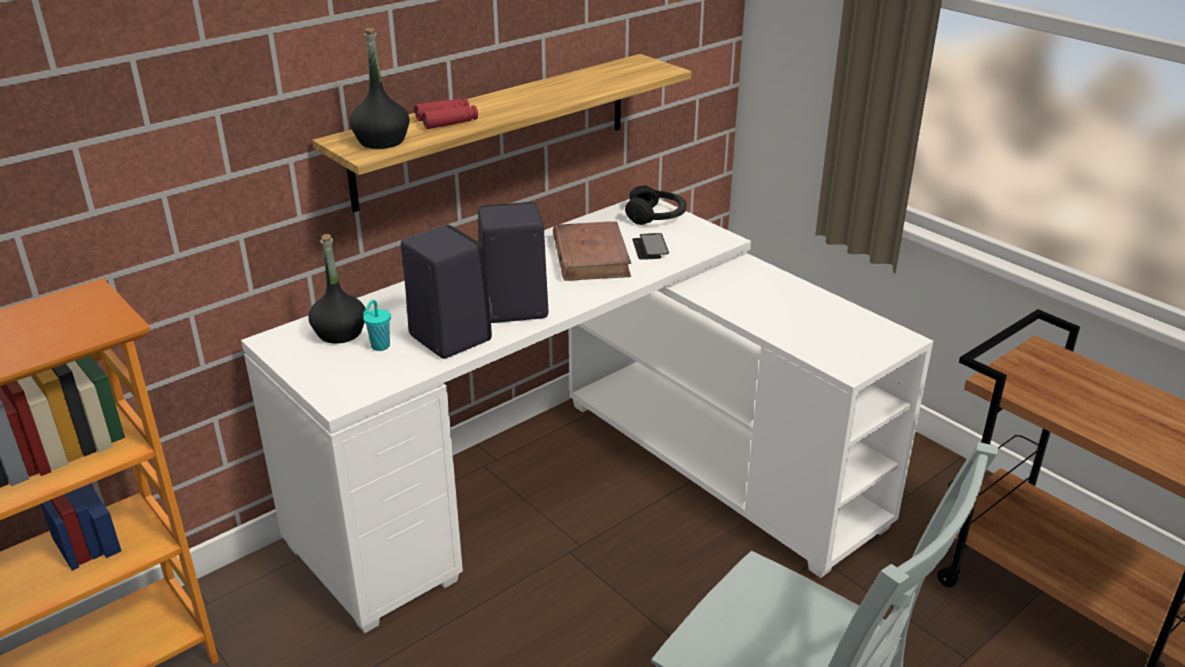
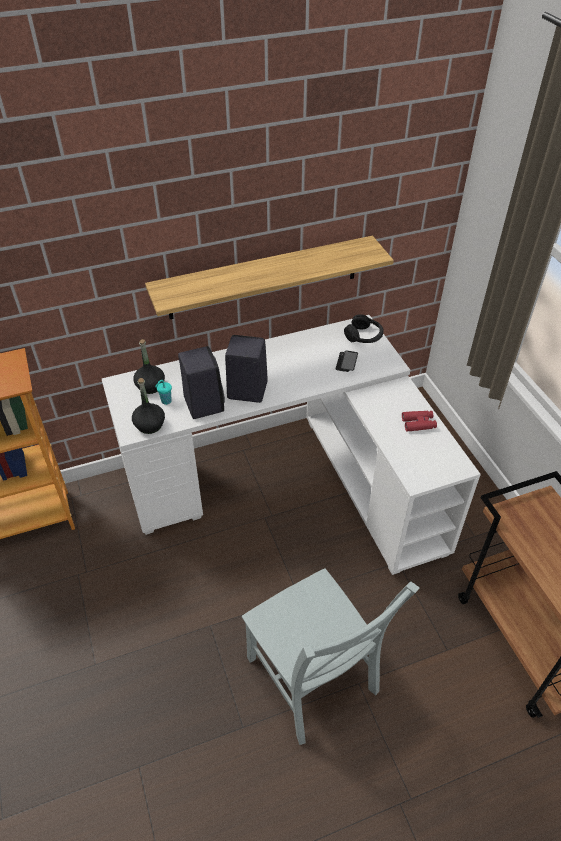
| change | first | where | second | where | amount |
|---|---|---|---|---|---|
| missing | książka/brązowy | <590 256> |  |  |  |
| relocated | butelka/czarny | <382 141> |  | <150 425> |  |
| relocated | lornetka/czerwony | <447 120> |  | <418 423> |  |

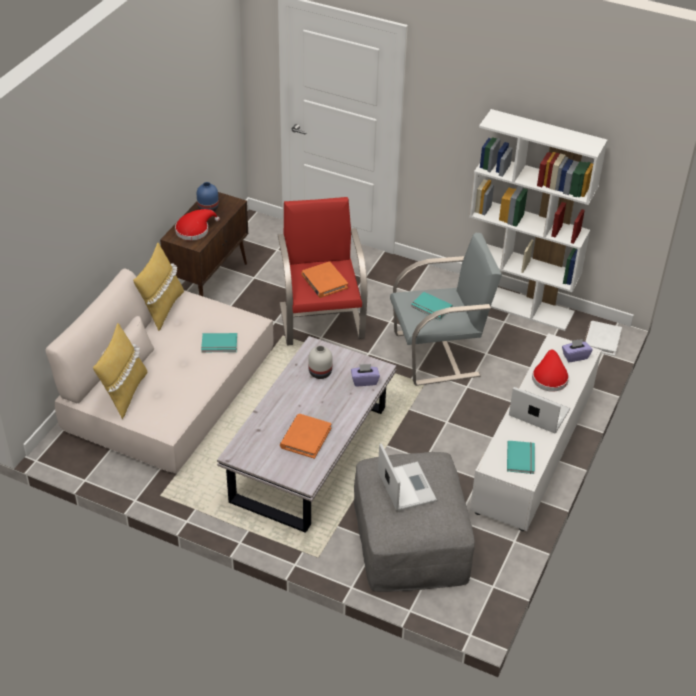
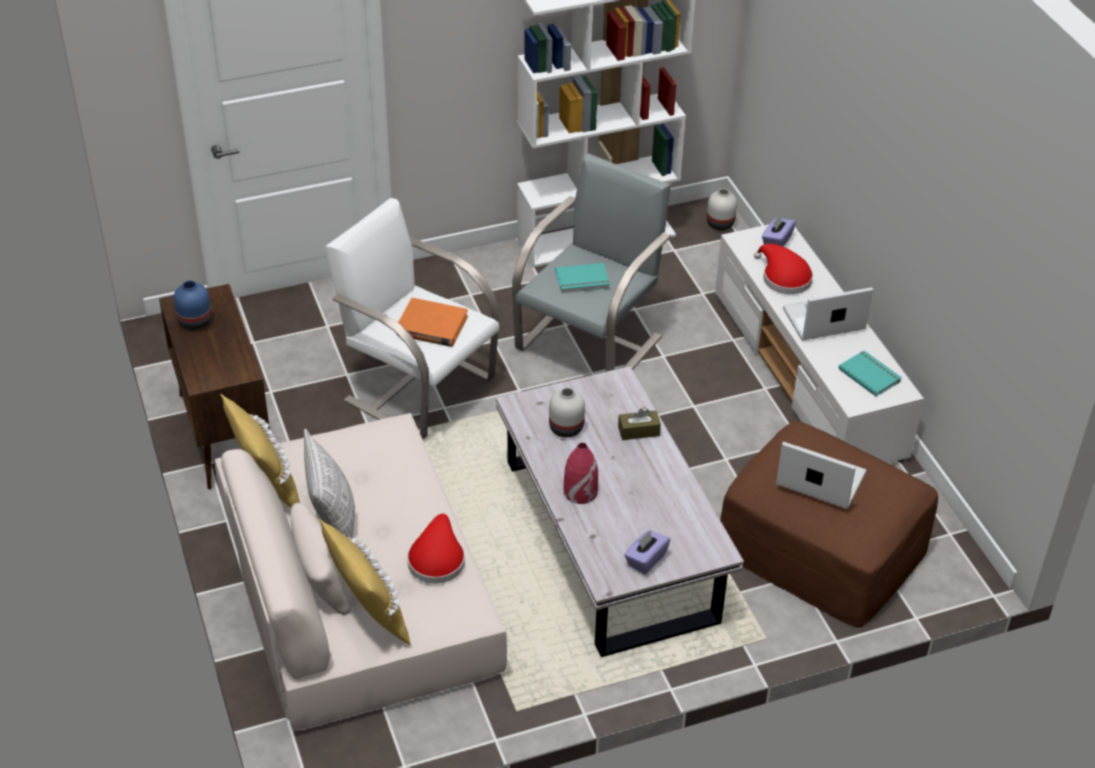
| change | first | where | second | where | amount |
|---|---|---|---|---|---|
| missing | książka/turkusowy | <219 344> |  |  |  |
| missing | książka/pomarańczowy | <305 437> |  |  |  |
| appeared |  |  | poduszka | <333 520> |  |
| appeared |  |  | wazon/czerwony | <580 491> |  |
| appeared |  |  | pudełko chusteczek/brązowy | <638 431> |  |
| relocated | kapelusz/czerwony | <194 230> |  | <437 558> |  |
| relocated | pudełko chusteczek/fioletowy | <364 381> |  | <646 560> |  |
| exchanged | książka/biały | <601 340> | wazon/biały | <720 223> |  |
| colour | fotel/czerwony | <321 320> | fotel/biały | <418 388> |  |
| colour | pufa/szary | <409 539> | pufa/brązowy | <820 549> |  |

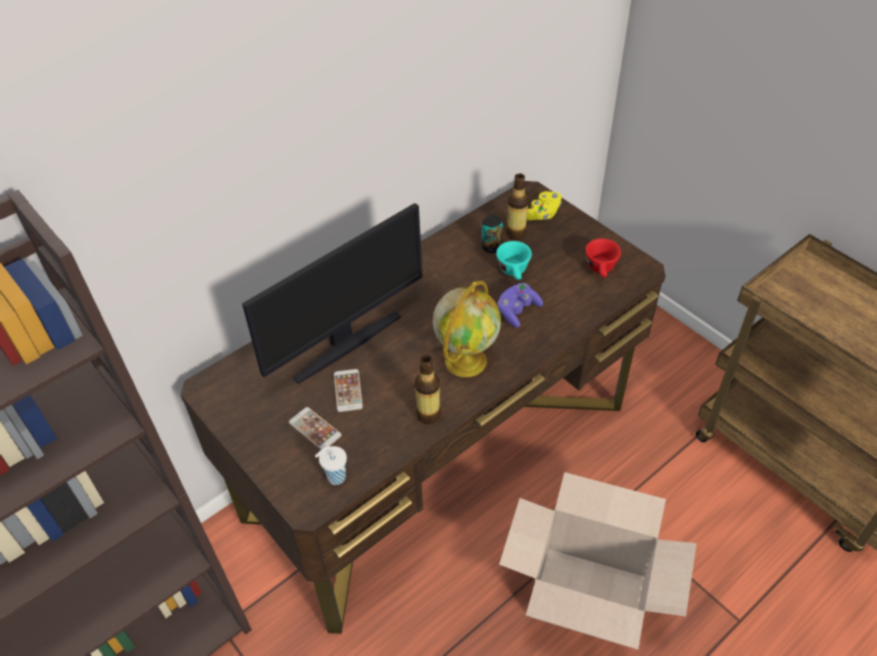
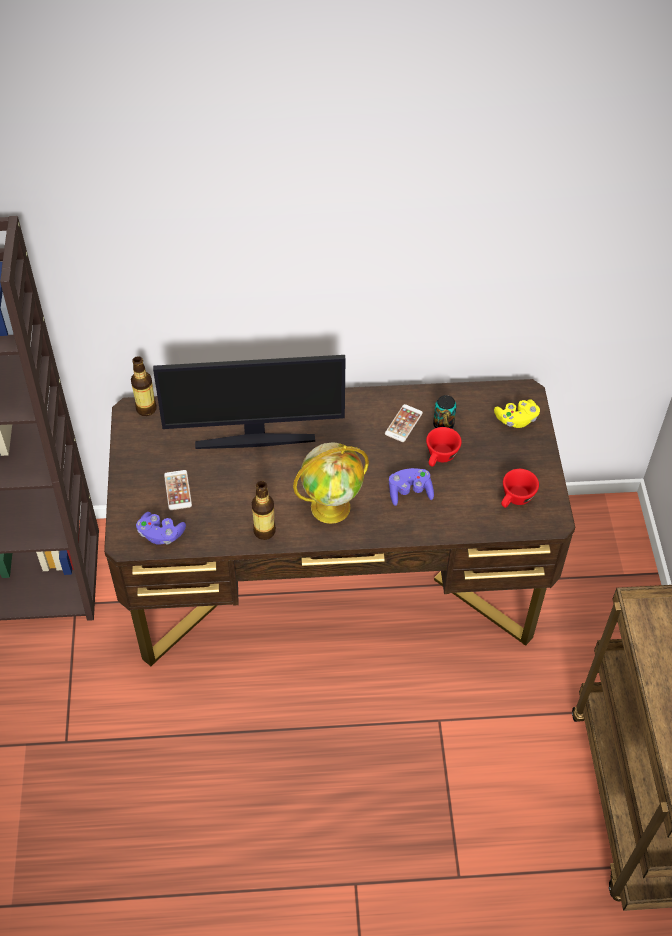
| change | first | where | second | where | amount |
|---|---|---|---|---|---|
| missing | karton | <588 595> |  |  |  |
| relocated | telefon | <348 390> |  | <403 423> |  |
| relocated | butelka | <516 233> |  | <146 409> |  |
| exchanged | filiżanka/biały | <335 477> | pad do gier/fioletowy | <160 534> |  |
| colour | filiżanka/turkusowy | <514 272> | filiżanka/czerwony | <440 458> |  |

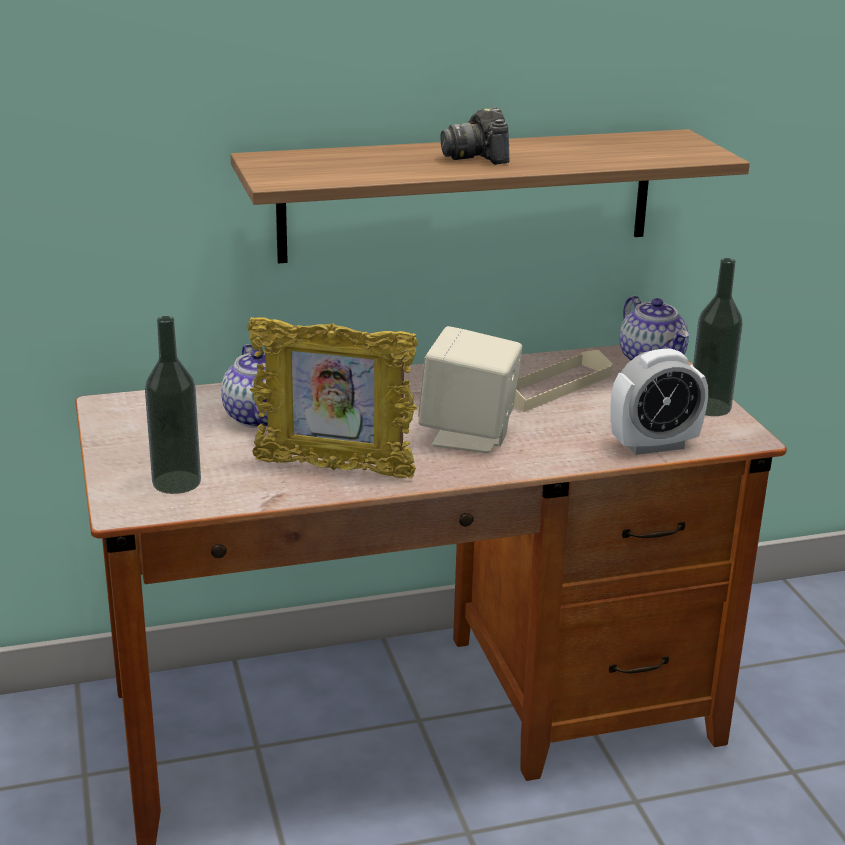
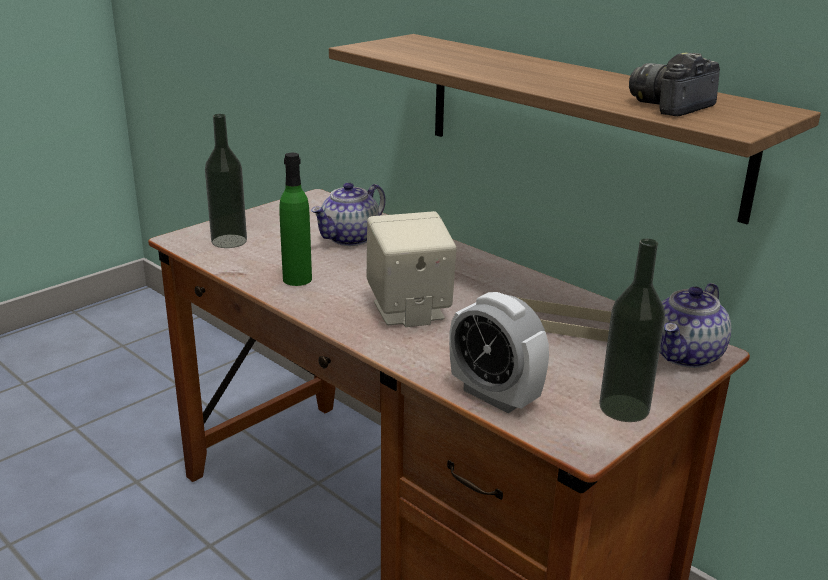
| change | first | where | second | where | amount |
|---|---|---|---|---|---|
| relocated | aparat fotograficzny | <477 157> |  | <672 106> |  |
| exchanged | ramka na zdjęcie | <334 469> | butelka/zielony | <297 279> |  |

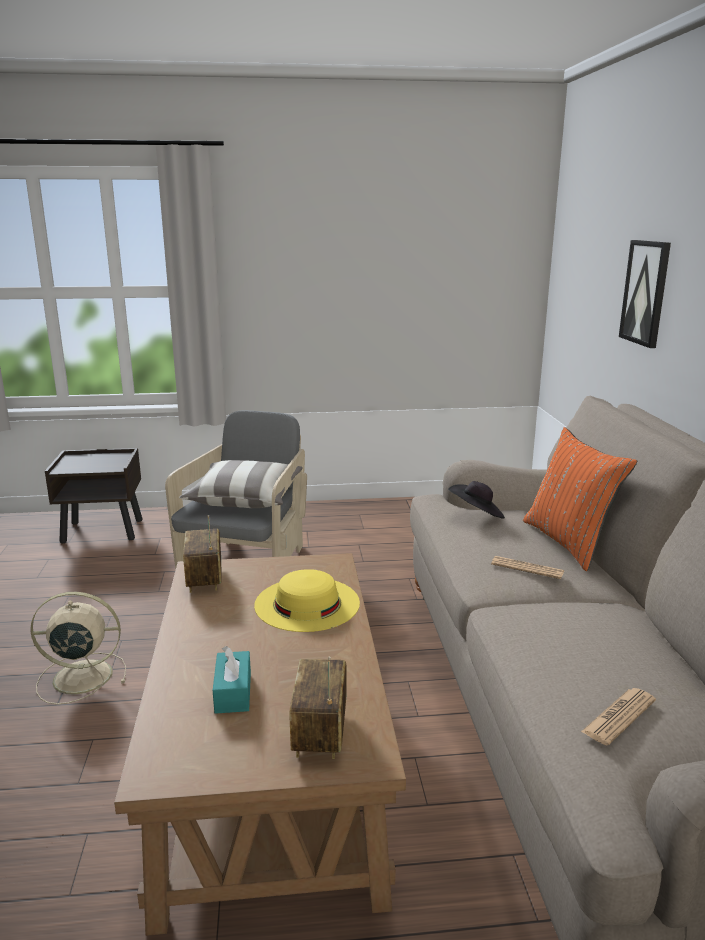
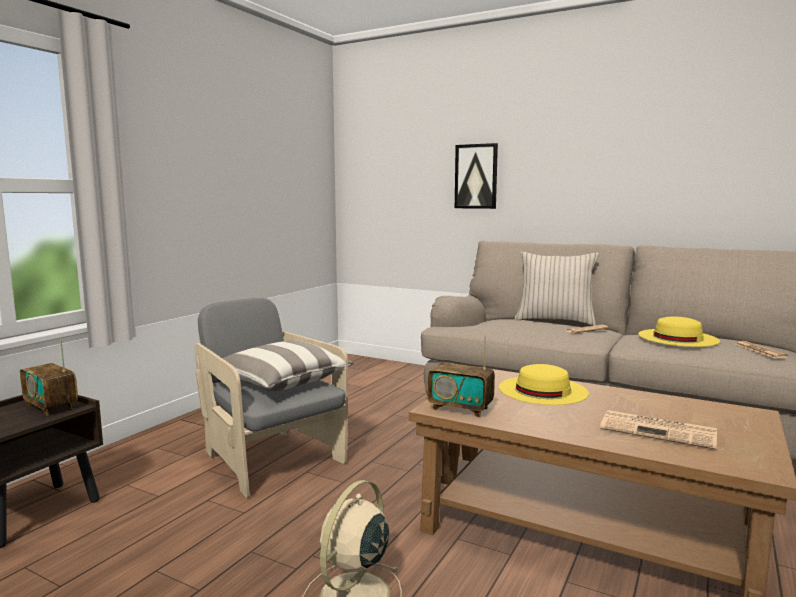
| change | first | where | second | where | amount |
|---|---|---|---|---|---|
| missing | kapelusz/czarny | <476 515> |  |  |  |
| appeared |  |  | kapelusz/żółty | <677 337> |  |
| relocated | radio | <320 733> |  | <51 406> |  |
| exchanged | pudełko chusteczek/turkusowy | <233 692> | gazeta | <659 430> |  |
| colour | poduszka/pomarańczowy | <569 542> | poduszka/beżowy | <554 321> |  |

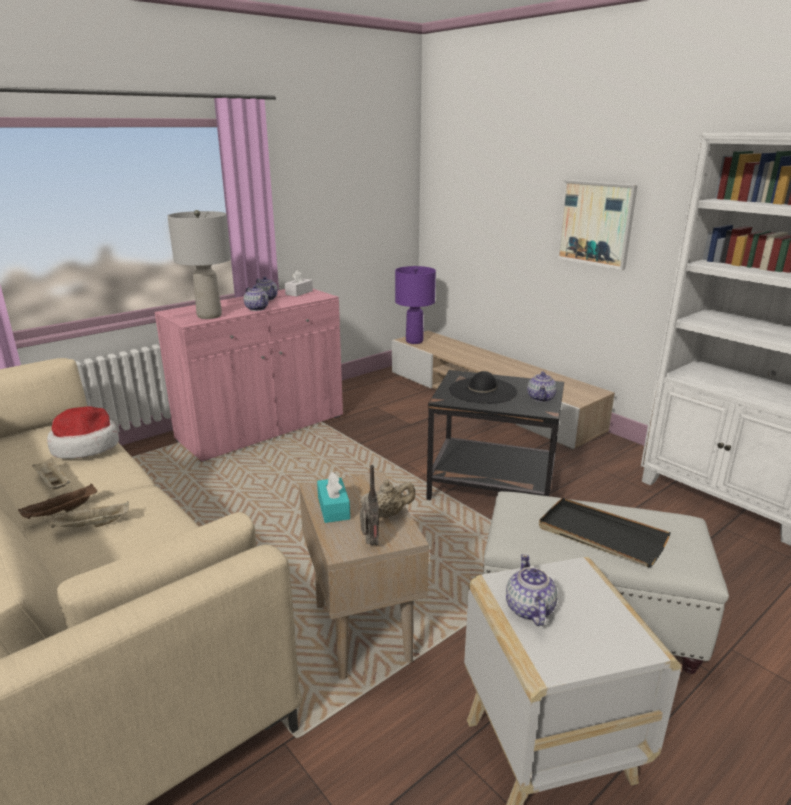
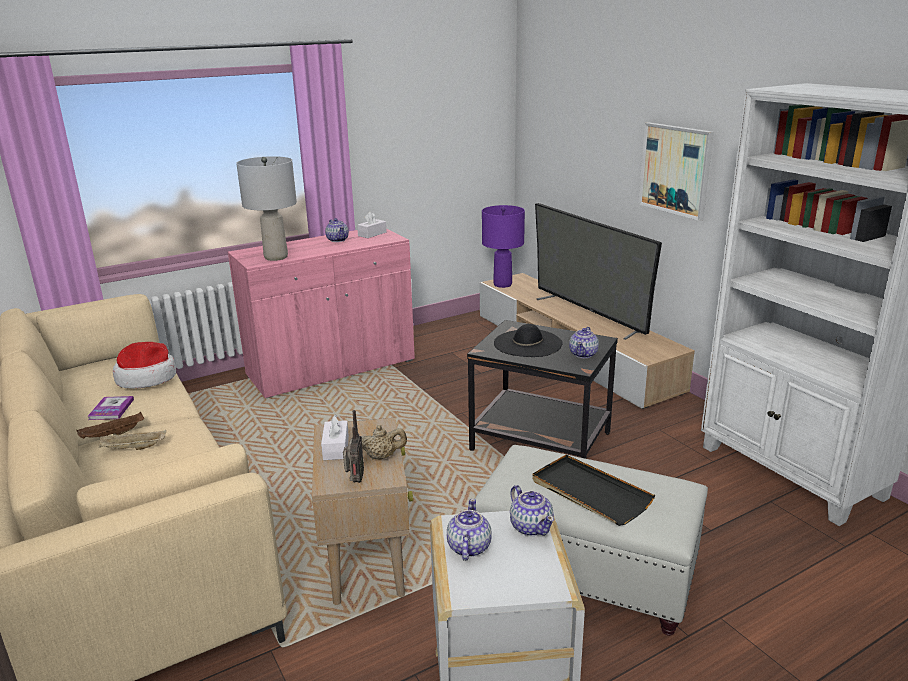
| change | first | where | second | where | amount |
|---|---|---|---|---|---|
| appeared |  |  | telewizor | <589 314> |  |
| relocated | imbryk | <257 308> |  | <531 526> |  |
| exchanged | taca/beżowy | <53 483> | książka | <111 409> |  |
| colour | pudełko chusteczek/turkusowy | <333 508> | pudełko chusteczek/biały | <336 448> |  |

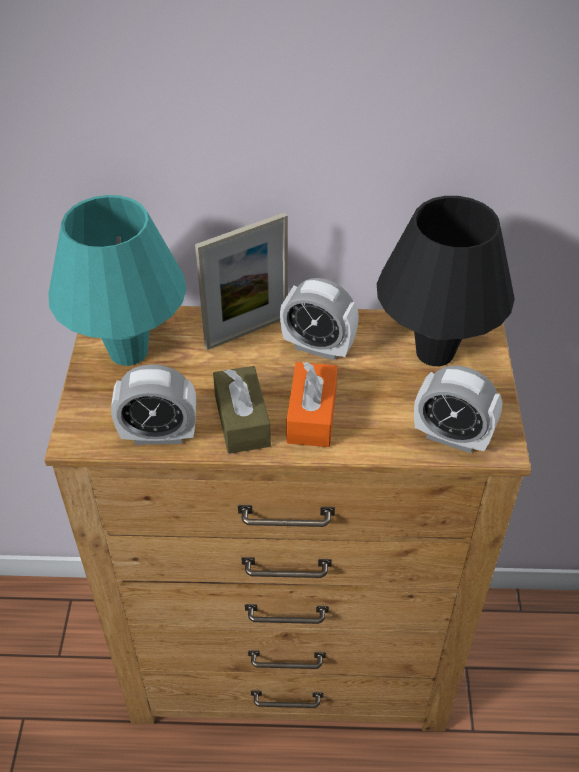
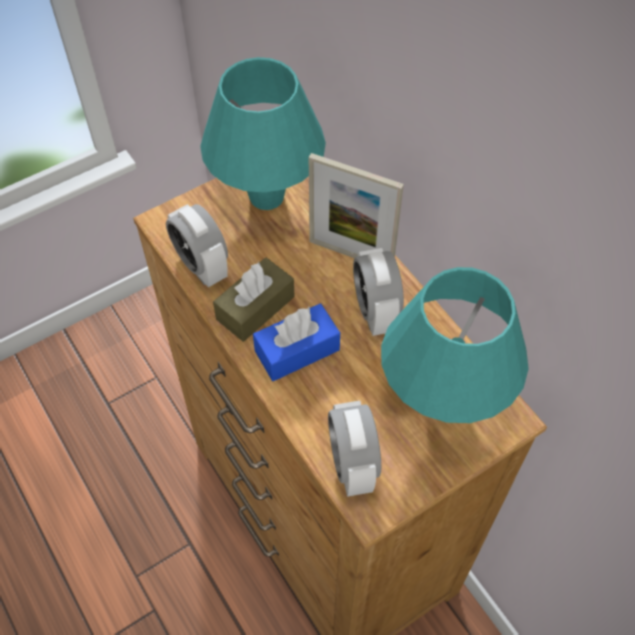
| change | first | where | second | where | amount |
|---|---|---|---|---|---|
| colour | pudełko chusteczek/pomarańczowy | <312 415> | pudełko chusteczek/niebieski | <297 350> |  |
| colour | lampa stołowa/czarny | <435 353> | lampa stołowa/turkusowy | <442 400> |  |

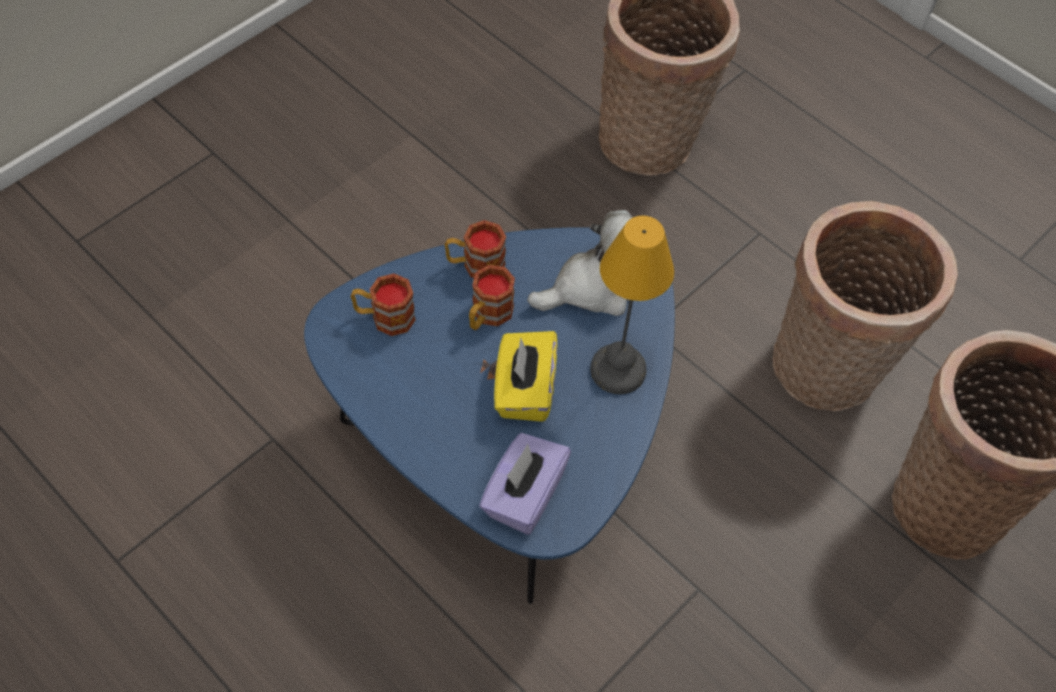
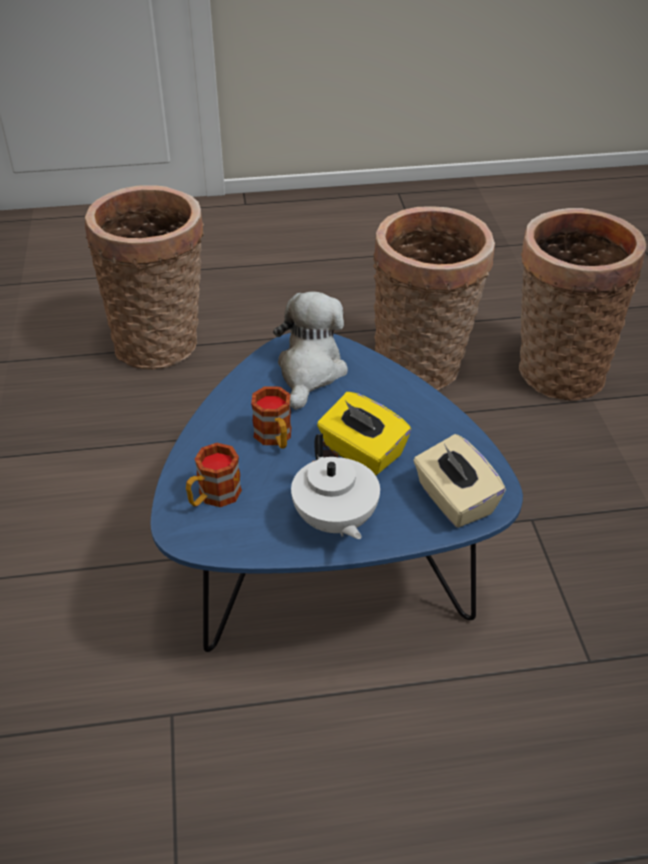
| change | first | where | second | where | amount |
|---|---|---|---|---|---|
| missing | kubek | <475 265> |  |  |  |
| missing | lampa stołowa | <616 370> |  |  |  |
| appeared |  |  | imbryk/biały | <334 521> |  |
| colour | pudełko chusteczek/fioletowy | <523 496> | pudełko chusteczek/beżowy | <454 500> |  |

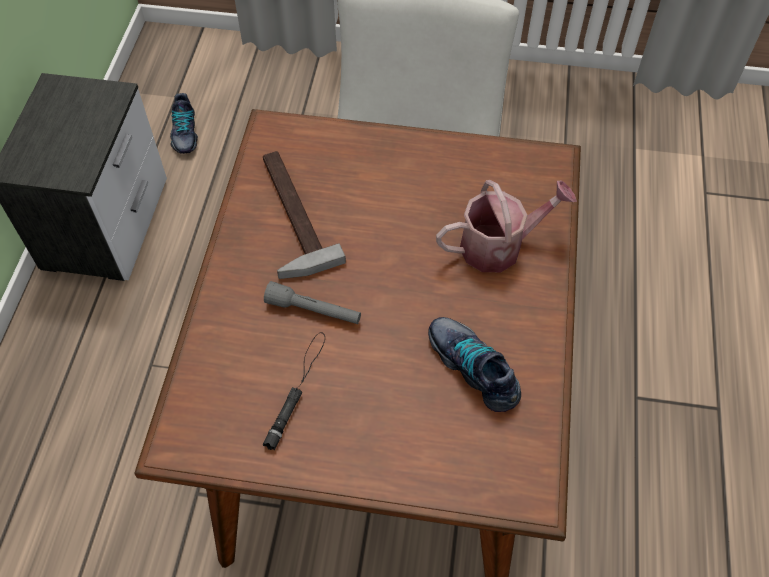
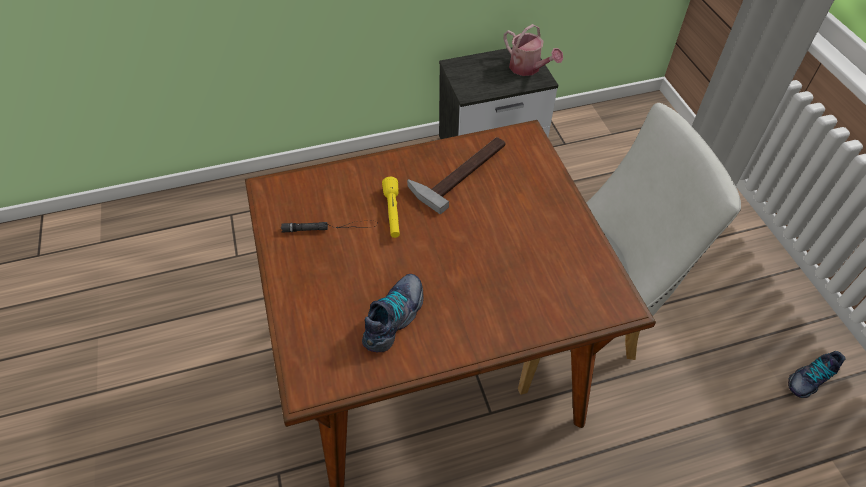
| change | first | where | second | where | amount |
|---|---|---|---|---|---|
| relocated | but | <184 133> |  | <810 378> |  |
| relocated | konewka | <499 245> |  | <528 68> |  |
| colour | latarka/szary | <314 311> | latarka/żółty | <392 213> |  |

